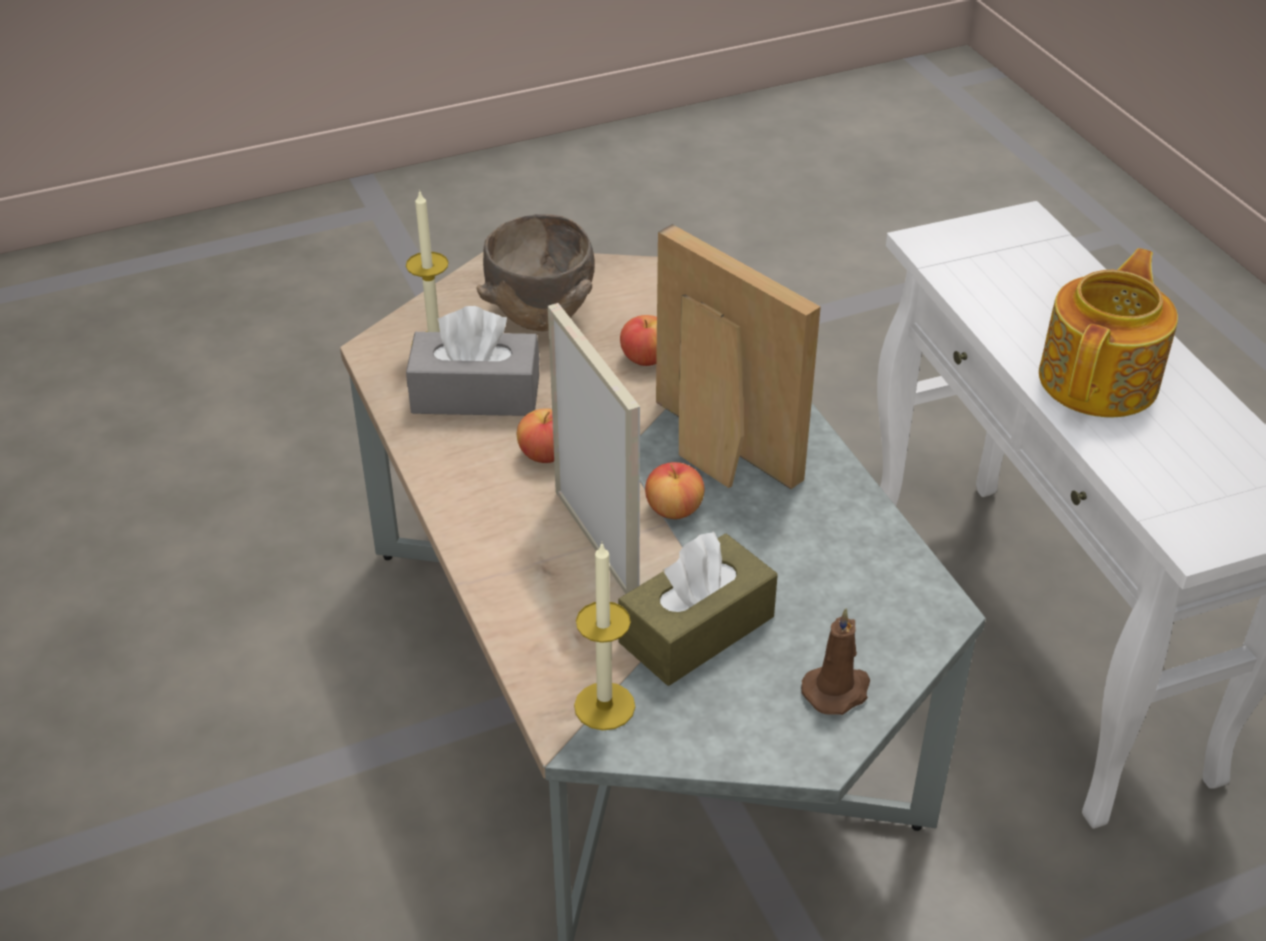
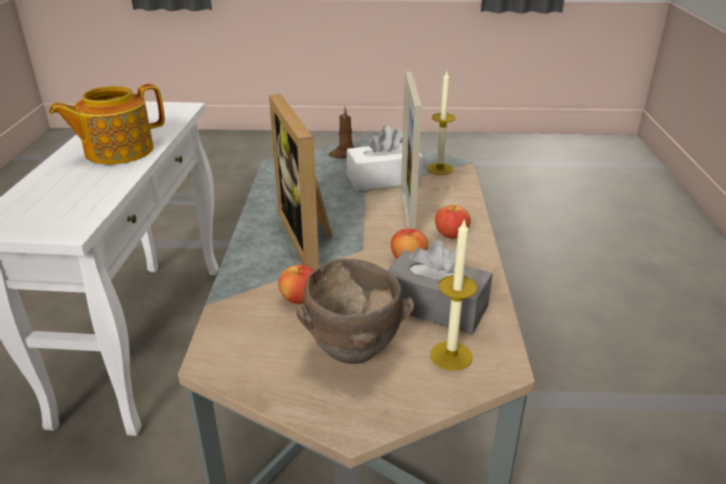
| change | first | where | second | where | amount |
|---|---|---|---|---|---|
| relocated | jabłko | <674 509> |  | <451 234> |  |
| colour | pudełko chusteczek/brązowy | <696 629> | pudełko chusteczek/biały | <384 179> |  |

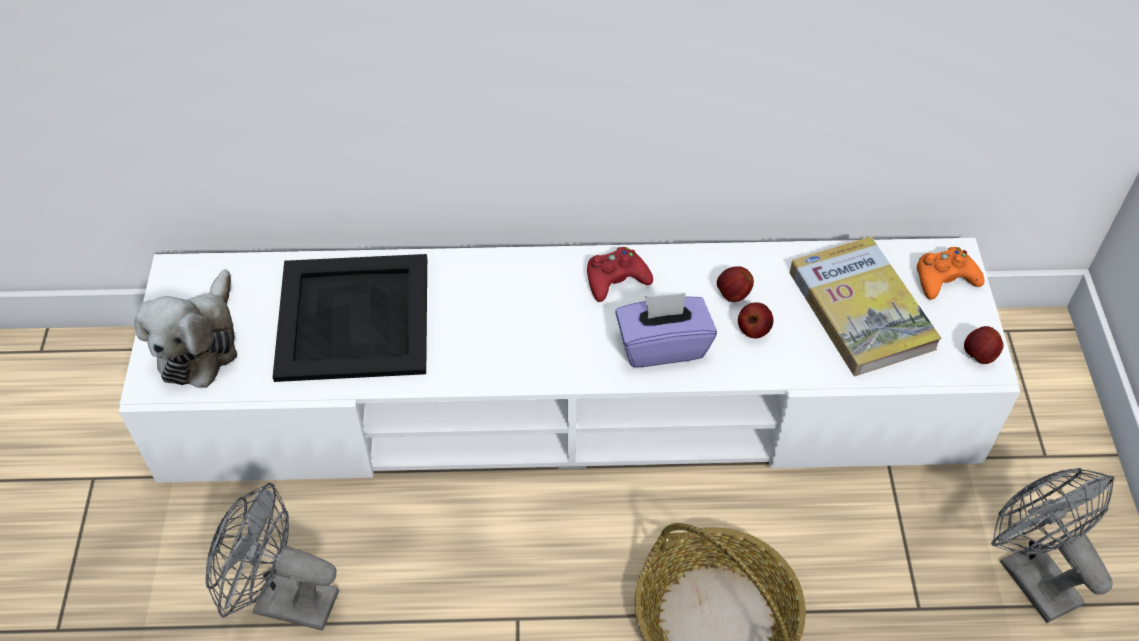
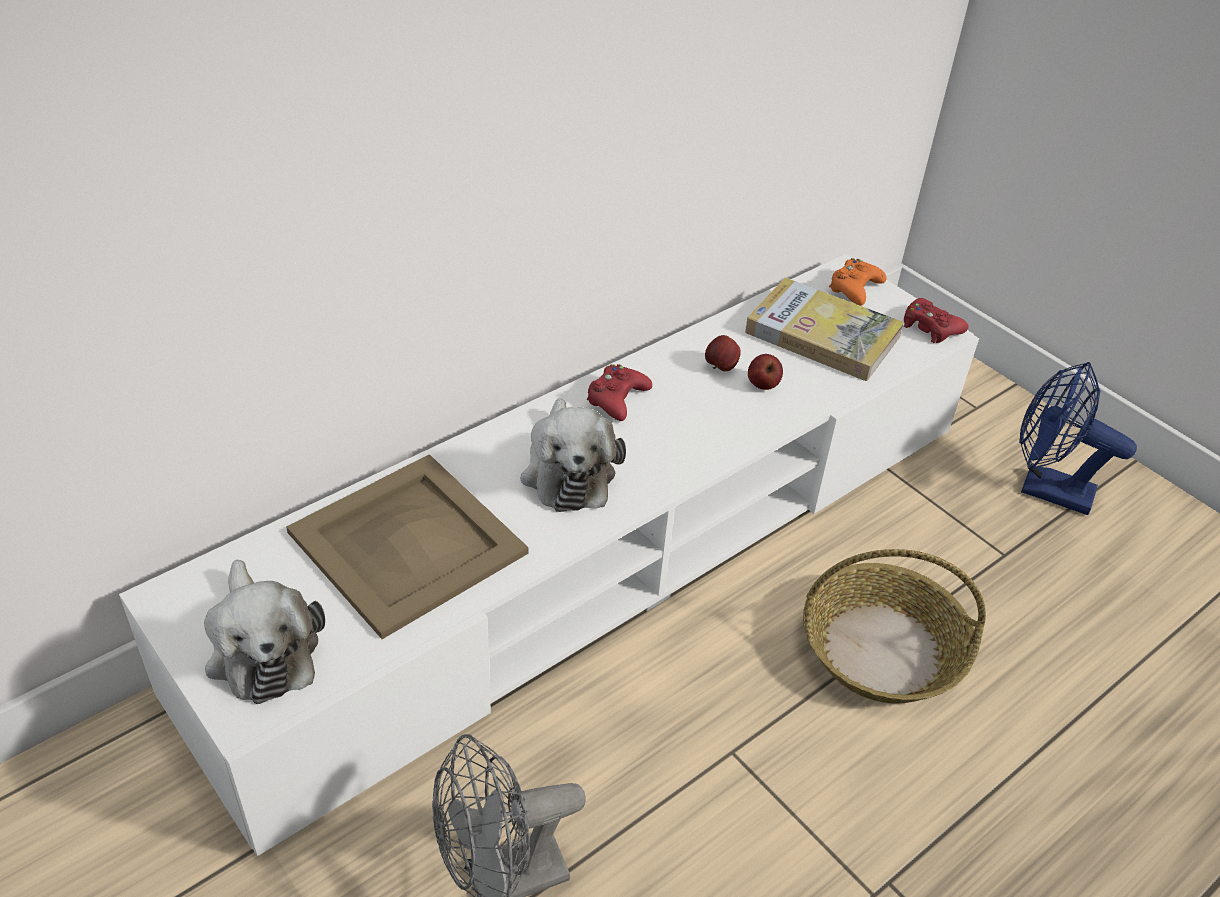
| change | first | where | second | where | amount |
|---|---|---|---|---|---|
| missing | pudełko chusteczek/fioletowy | <662 345> |  |  |  |
| appeared |  |  | pluszak | <568 471> |  |
| exchanged | jabłko | <978 356> | pad do gier/czerwony | <930 328> |  |
| colour | taca/czarny | <352 317> | taca/beżowy | <405 543> |  |
| colour | wentylator/szary | <1029 573> | wentylator/niebieski | <1044 489> |  |

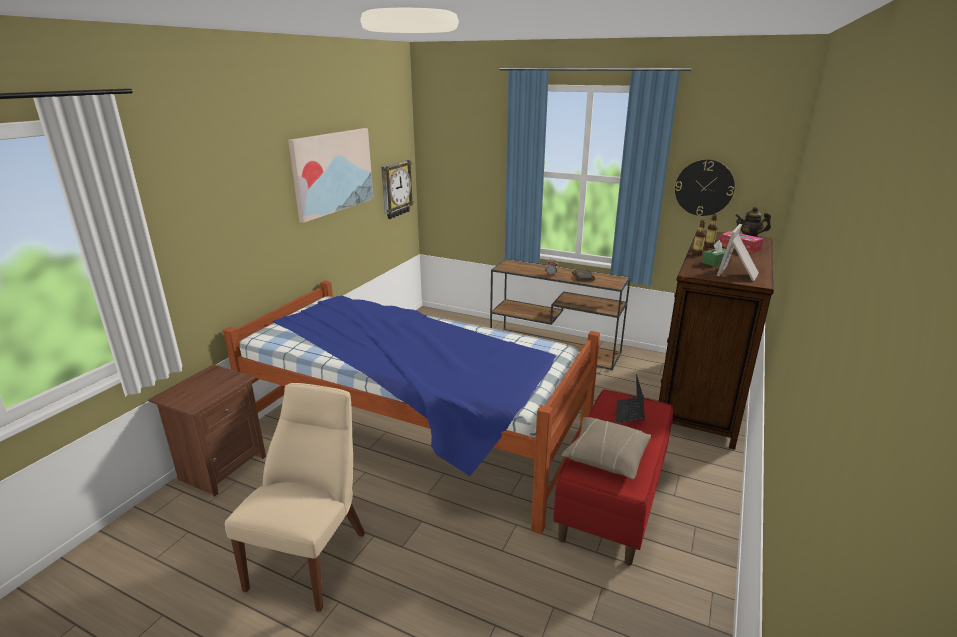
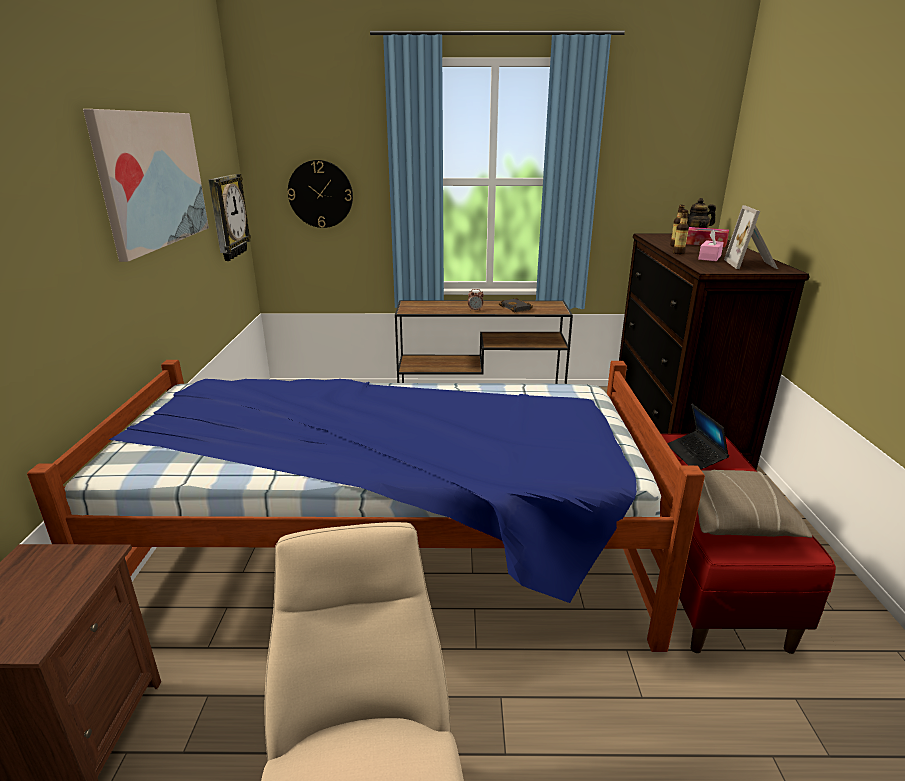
| change | first | where | second | where | amount |
|---|---|---|---|---|---|
| relocated | zegar ścienny | <704 187> |  | <320 194> |  |
| colour | pudełko chusteczek/zielony | <715 262> | pudełko chusteczek/różowy | <709 257> |  |

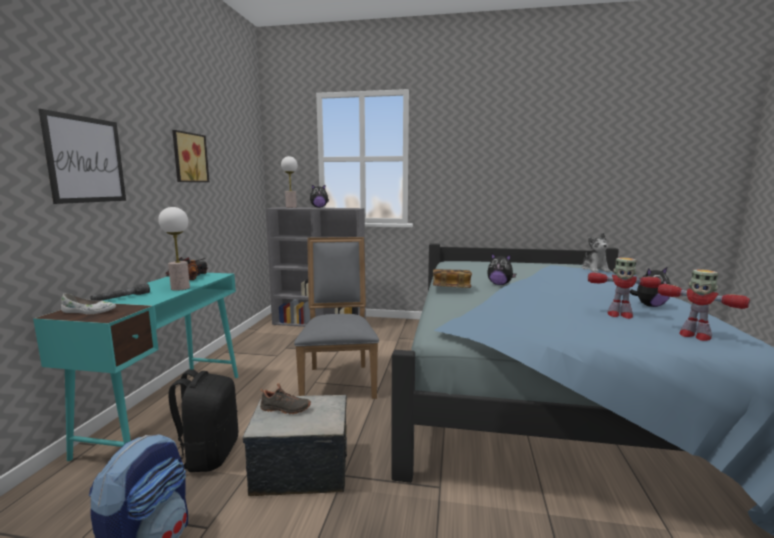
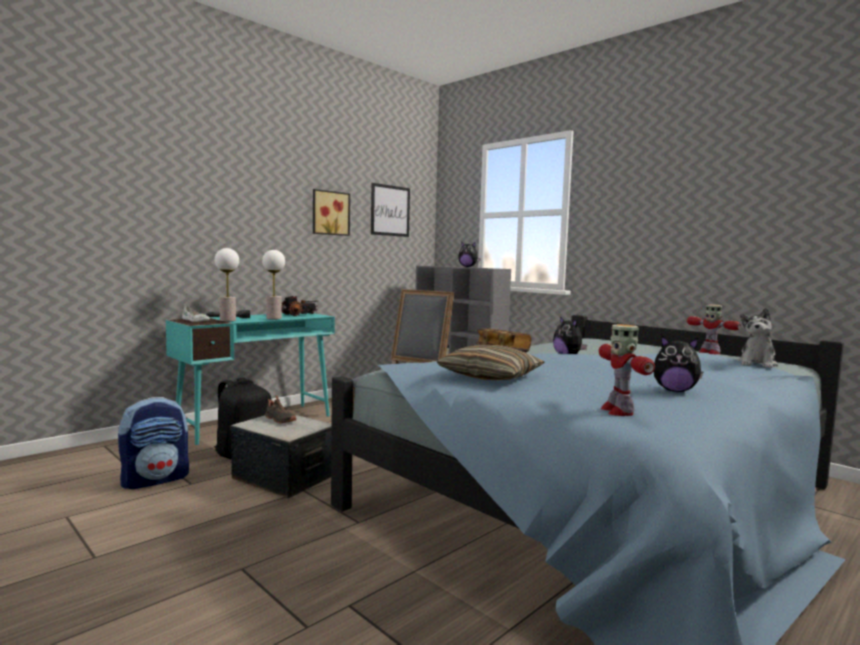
| change | first | where | second | where | amount |
|---|---|---|---|---|---|
| appeared |  |  | poduszka | <490 376> |  |
| relocated | obraz | <86 160> |  | <390 210> |  |
| relocated | lampa stołowa | <291 207> |  | <227 320> |  |
| relocated | robot zabawkowy | <619 315> |  | <709 352> |  |

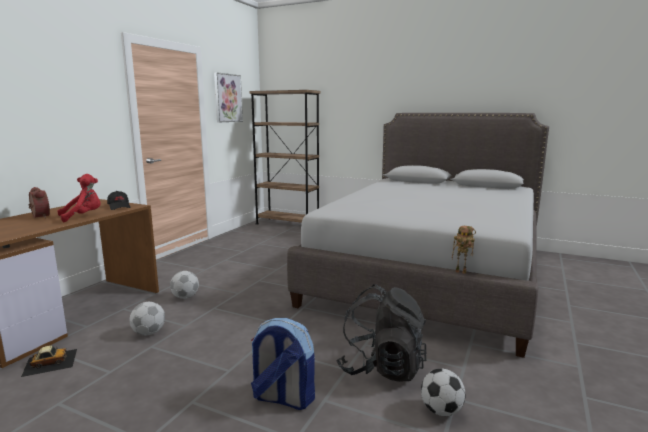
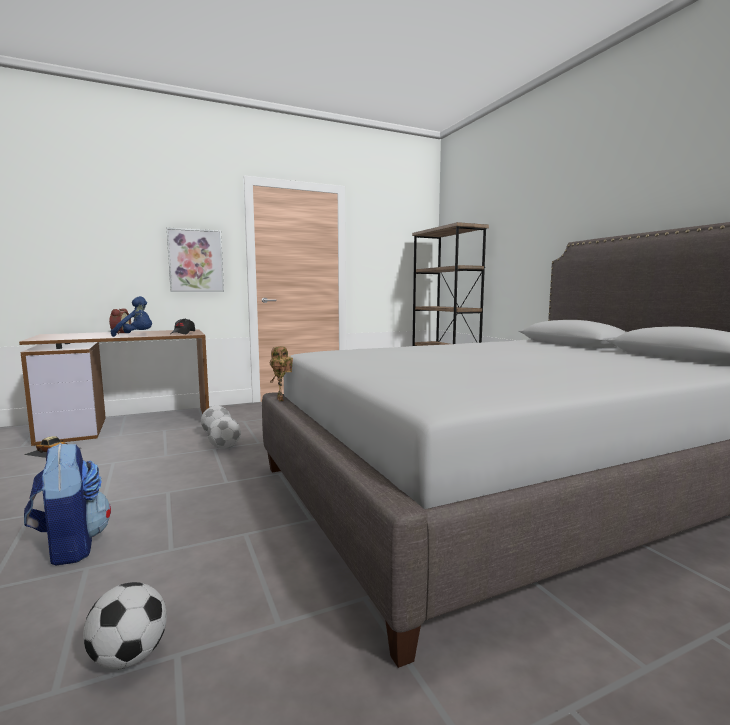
| change | first | where | second | where | amount |
|---|---|---|---|---|---|
| missing | plecak/czarny | <381 368> |  |  |  |
| relocated | piłka futbolowa | <148 333> |  | <225 447> |  |
| relocated | obraz | <227 98> |  | <195 261> |  |
| relocated | robot zabawkowy | <461 272> |  | <282 400> |  |
| colour | pluszak/czerwony | <83 217> | pluszak/niebieski | <136 335> |  |

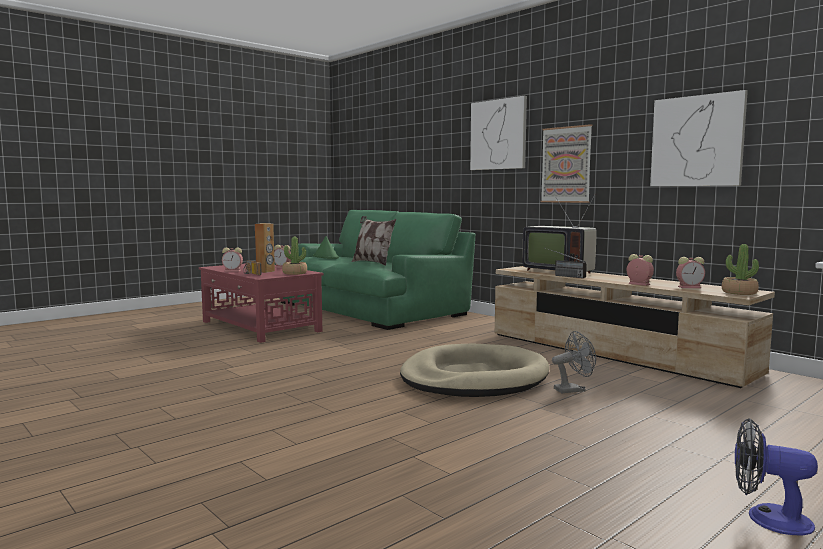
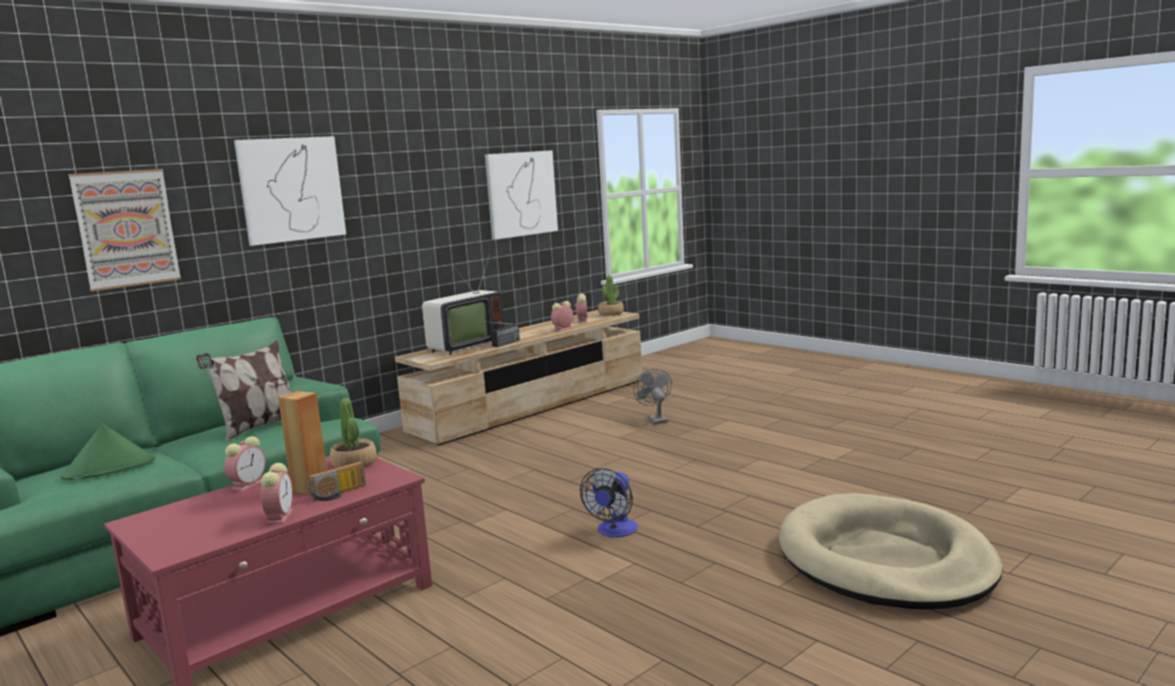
| change | first | where | second | where | amount |
|---|---|---|---|---|---|
| relocated | legowisko/beżowy | <474 378> |  | <885 560> |  |
| relocated | obraz | <566 164> |  | <126 228> |  |
| relocated | wentylator | <767 518> |  | <614 531> |  |

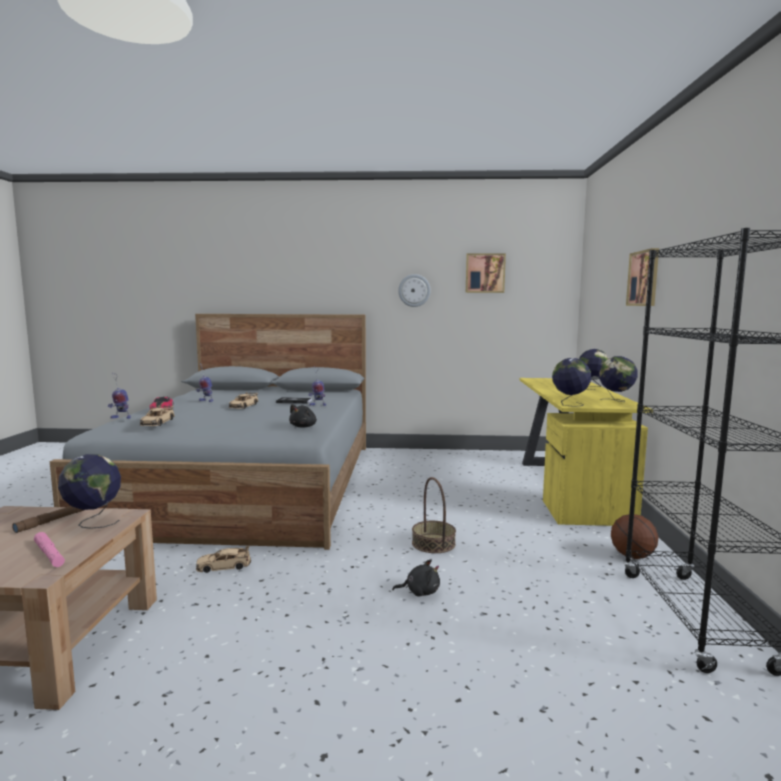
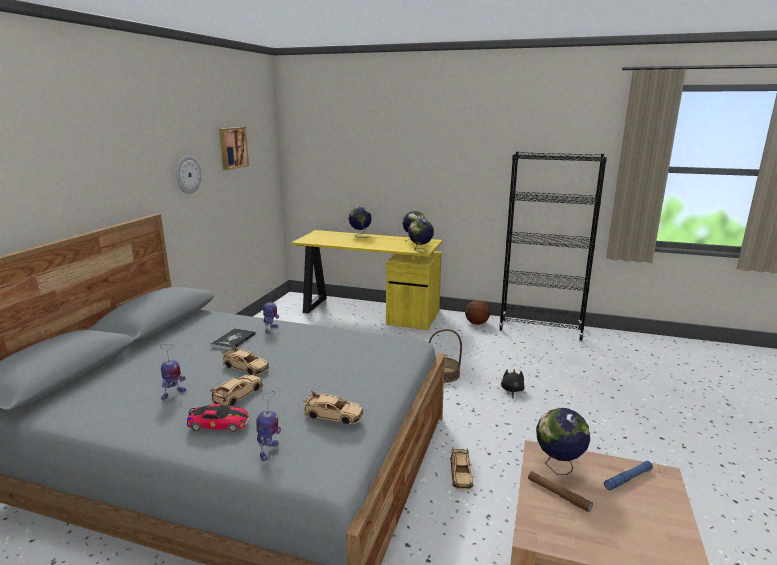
| change | first | where | second | where | amount |
|---|---|---|---|---|---|
| missing | pluszak/czarny | <304 426> |  |  |  |
| missing | obraz | <645 278> |  |  |  |
| appeared |  |  | samochodzik/beżowy | <238 394> |  |
| colour | latarka/różowy | <49 554> | latarka/niebieski | <628 478> |  |

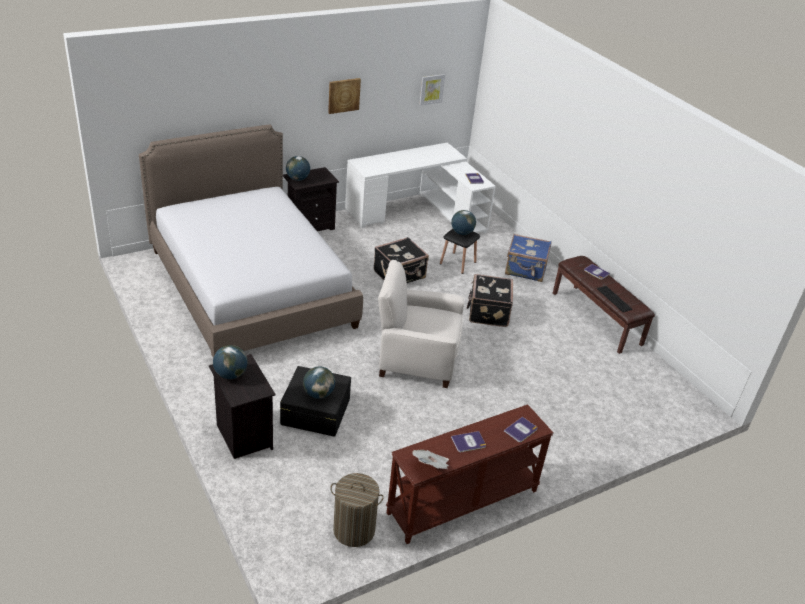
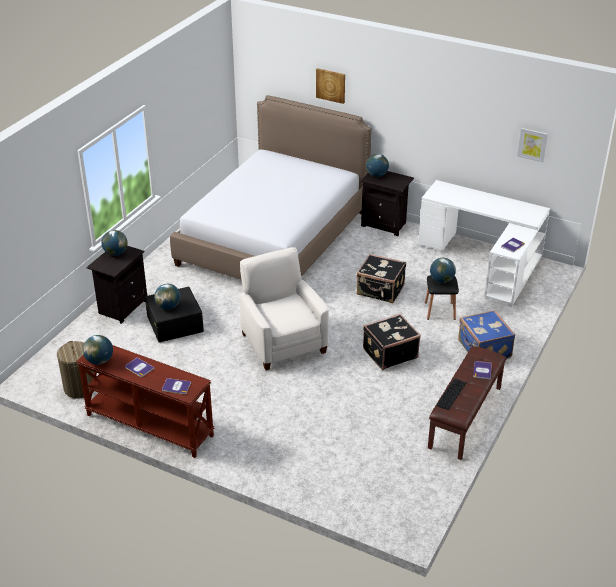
| change | first | where | second | where | amount |
|---|---|---|---|---|---|
| relocated | obraz | <343 95> |  | <331 85> |  |
| exchanged | gazeta | <431 466> | globus | <99 361> |  |

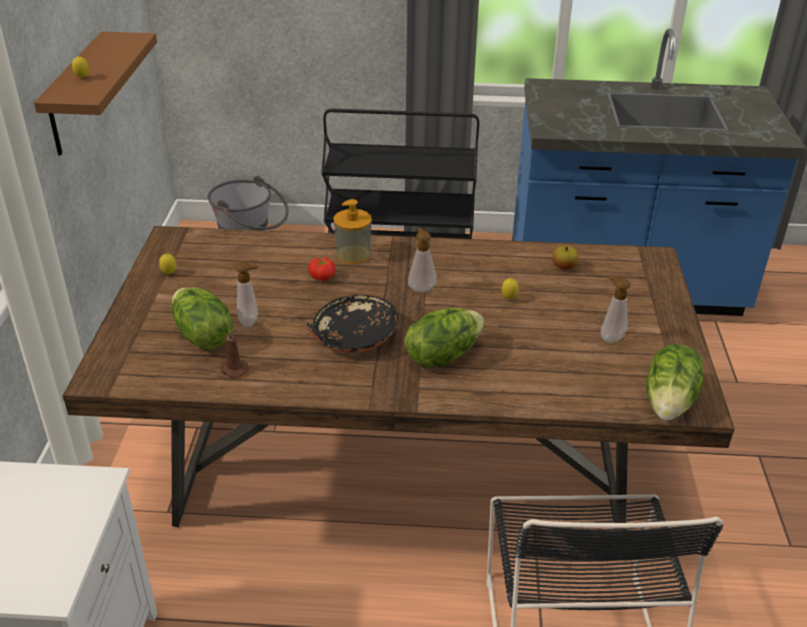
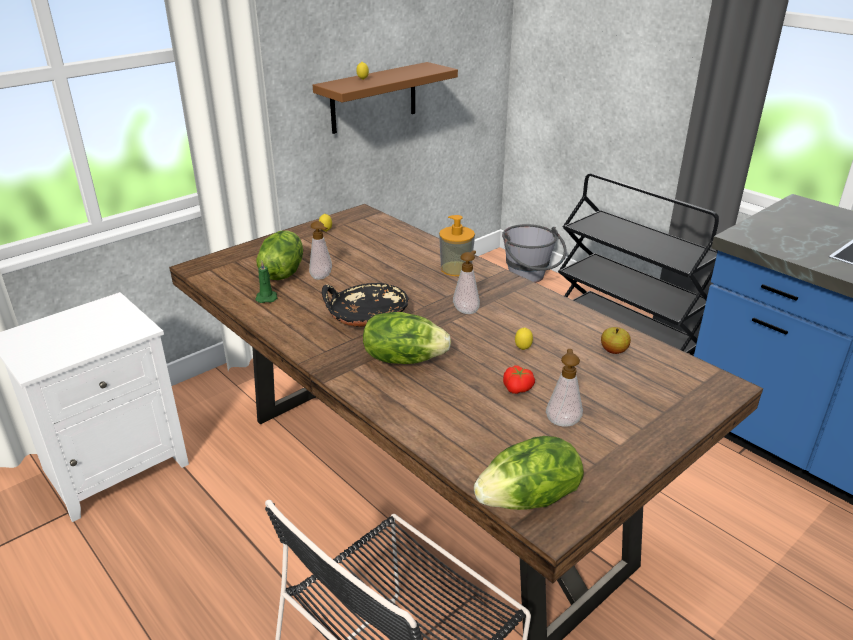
| change | first | where | second | where | amount |
|---|---|---|---|---|---|
| relocated | pomidor | <323 276> |  | <518 388> |  |
| colour | świeca/brązowy | <233 369> | świeca/zielony | <266 297> |  |

